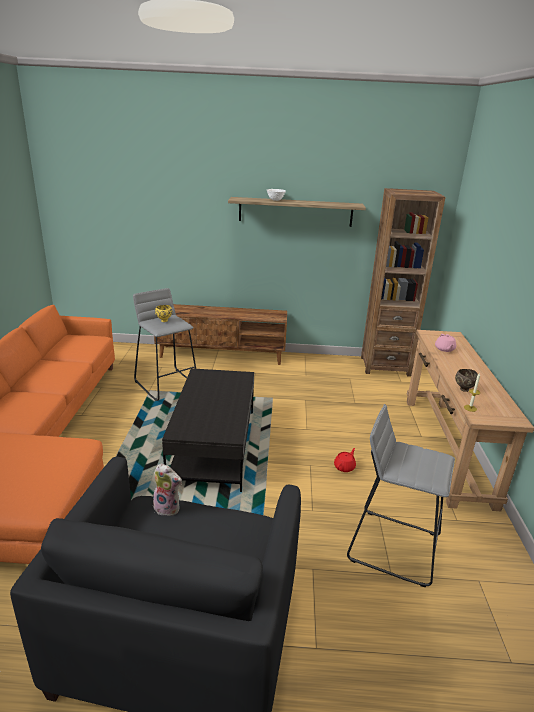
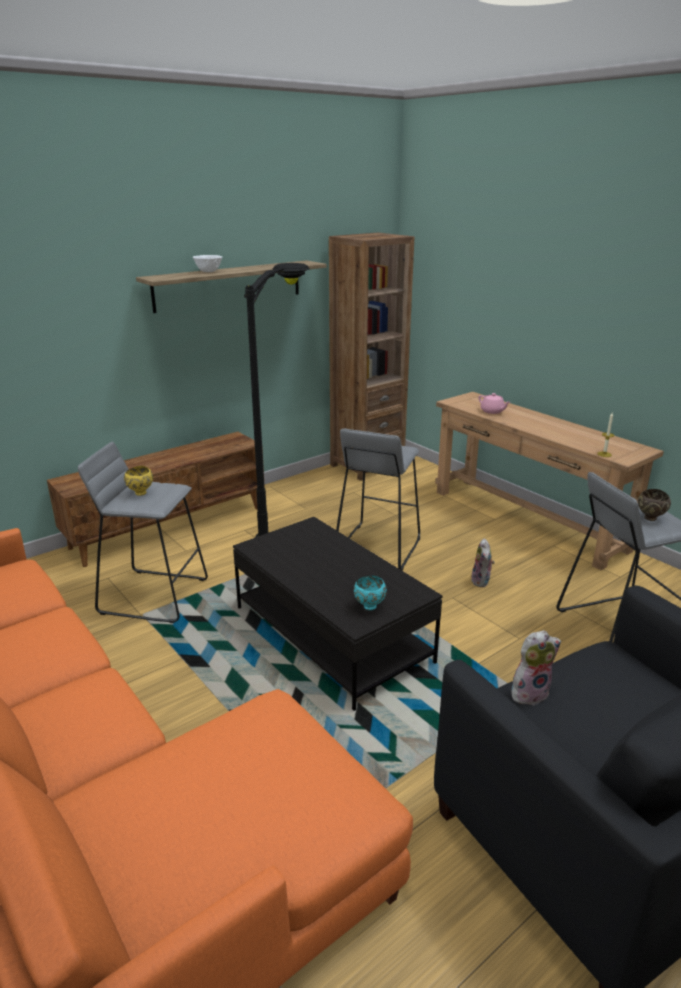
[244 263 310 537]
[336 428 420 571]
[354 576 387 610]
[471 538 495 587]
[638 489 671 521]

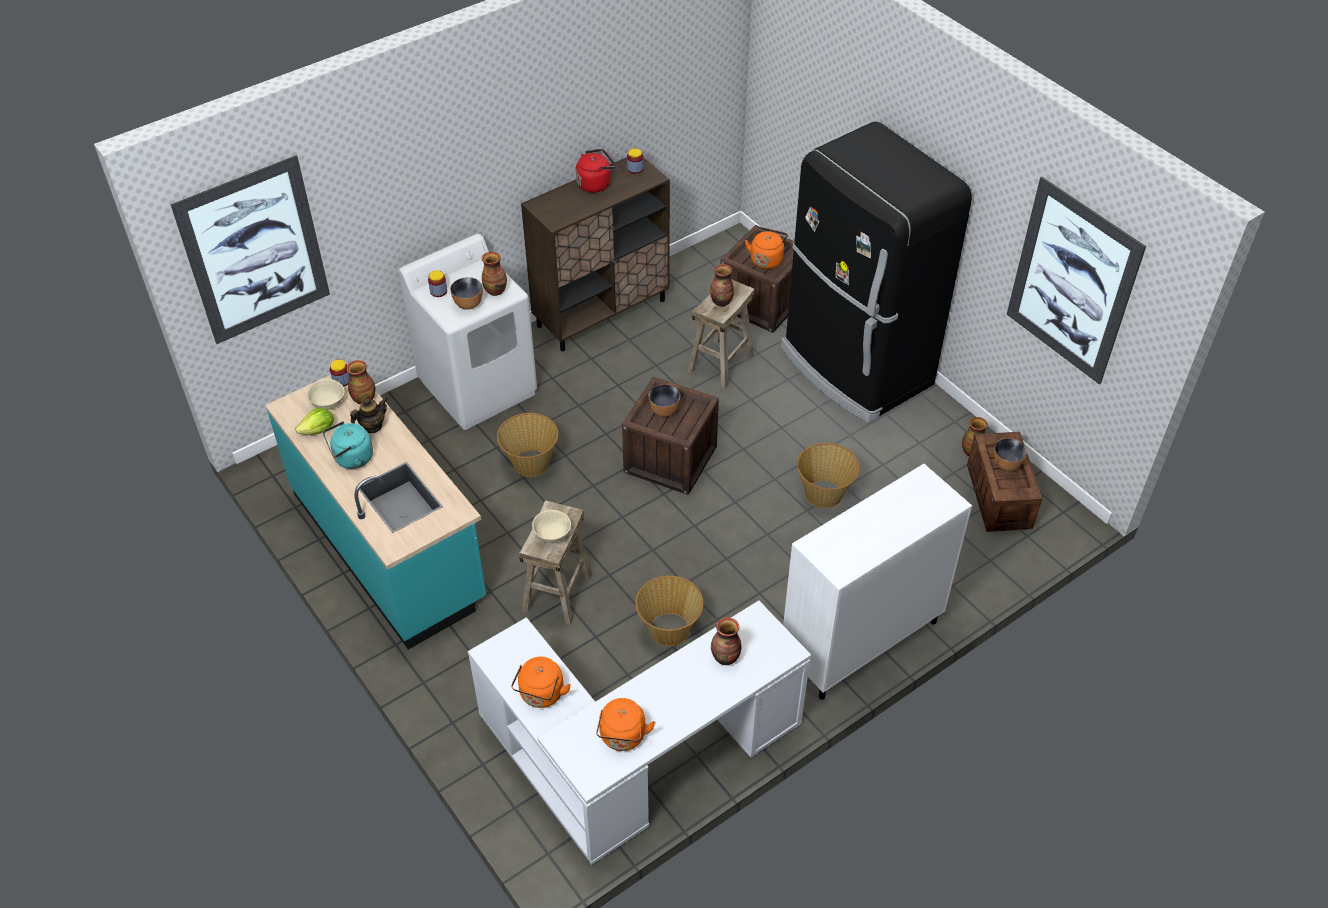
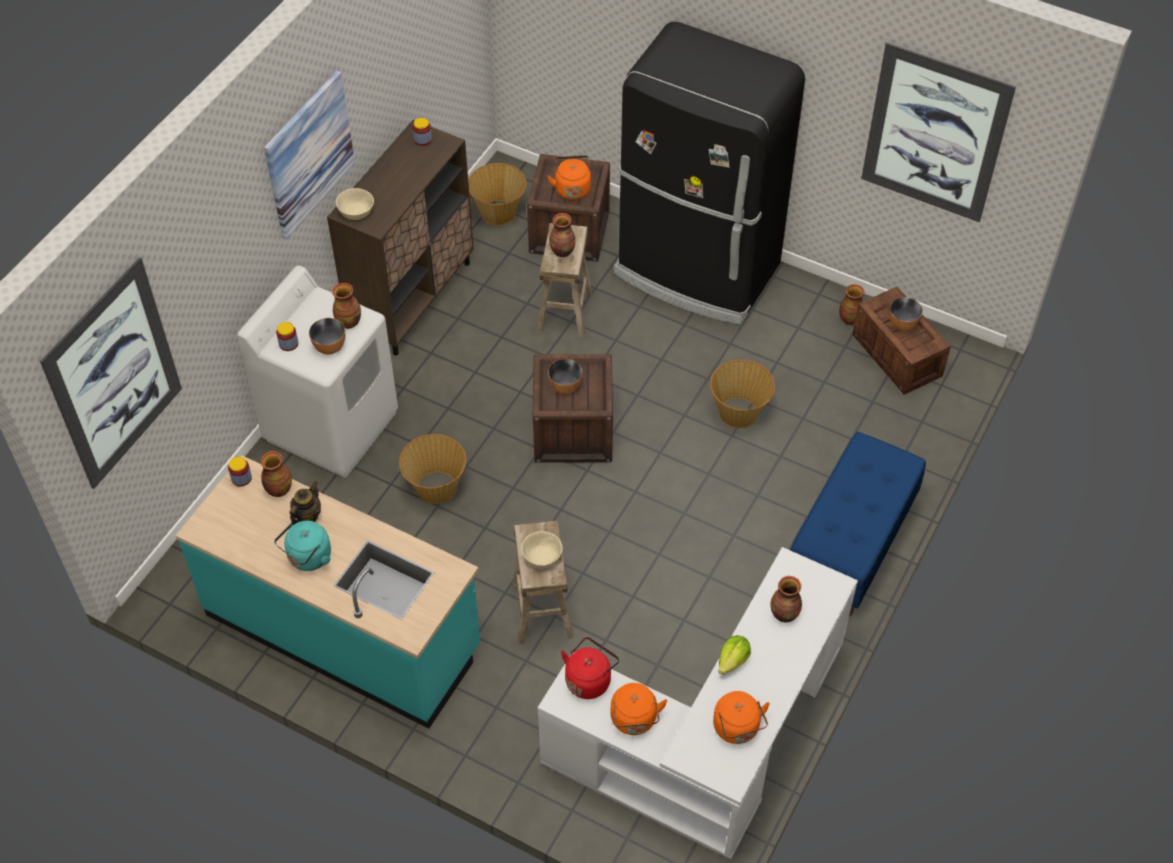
[264 71 355 239]
[336 188 374 220]
[468 163 527 225]
[561 637 619 699]
[718 635 751 675]
[790 432 926 616]

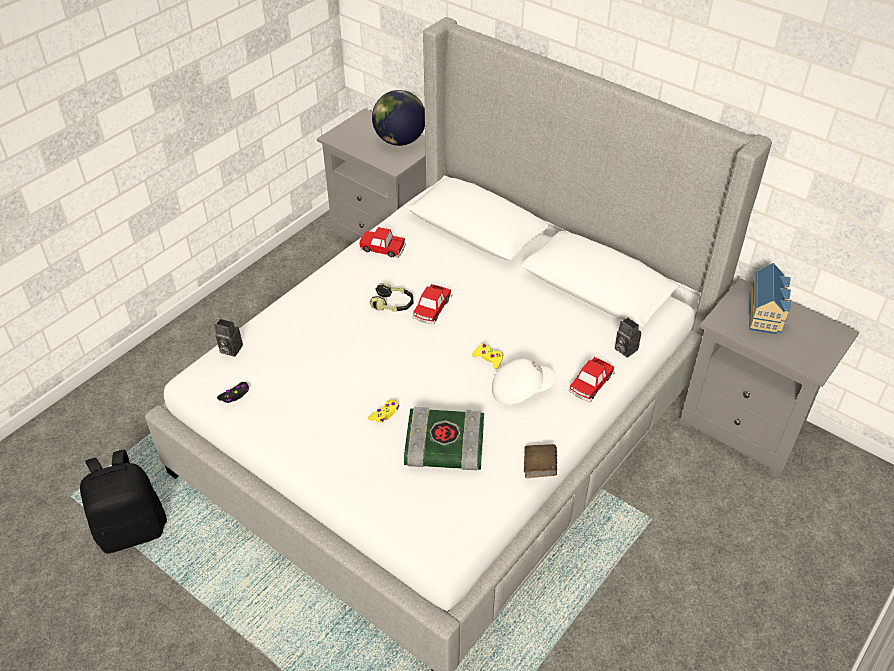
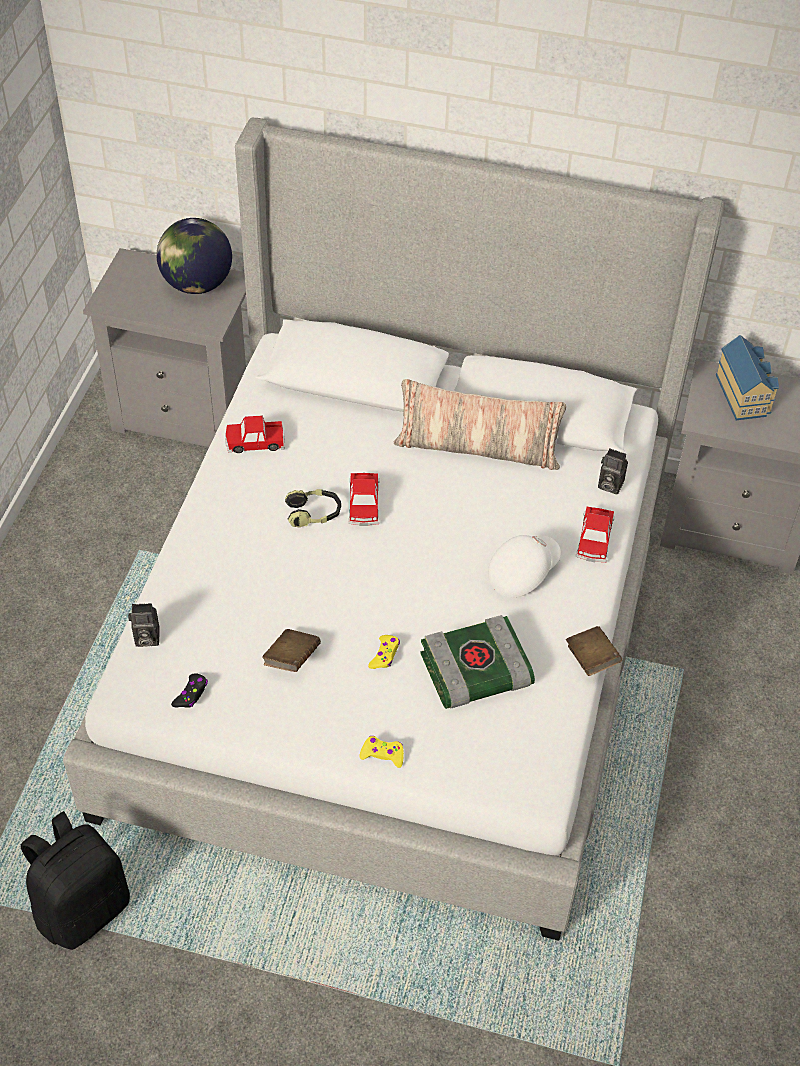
[262 629 321 672]
[360 736 404 768]
[394 379 566 470]

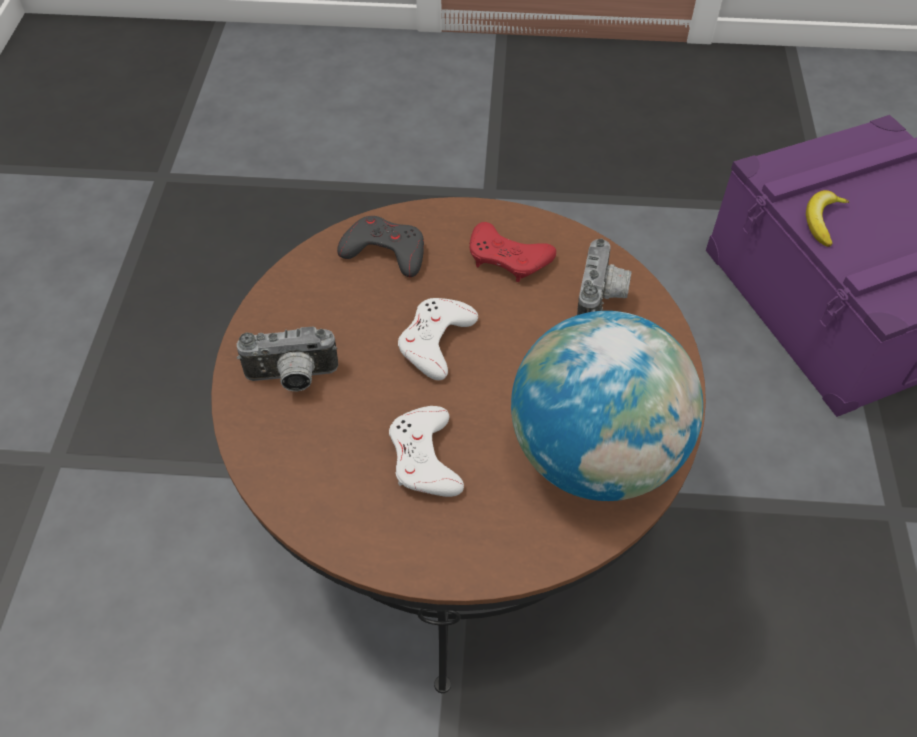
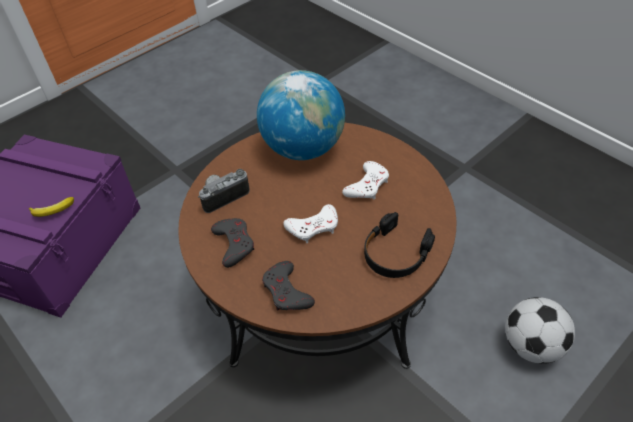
[211 218 254 268]
[364 212 435 278]
[505 297 575 364]

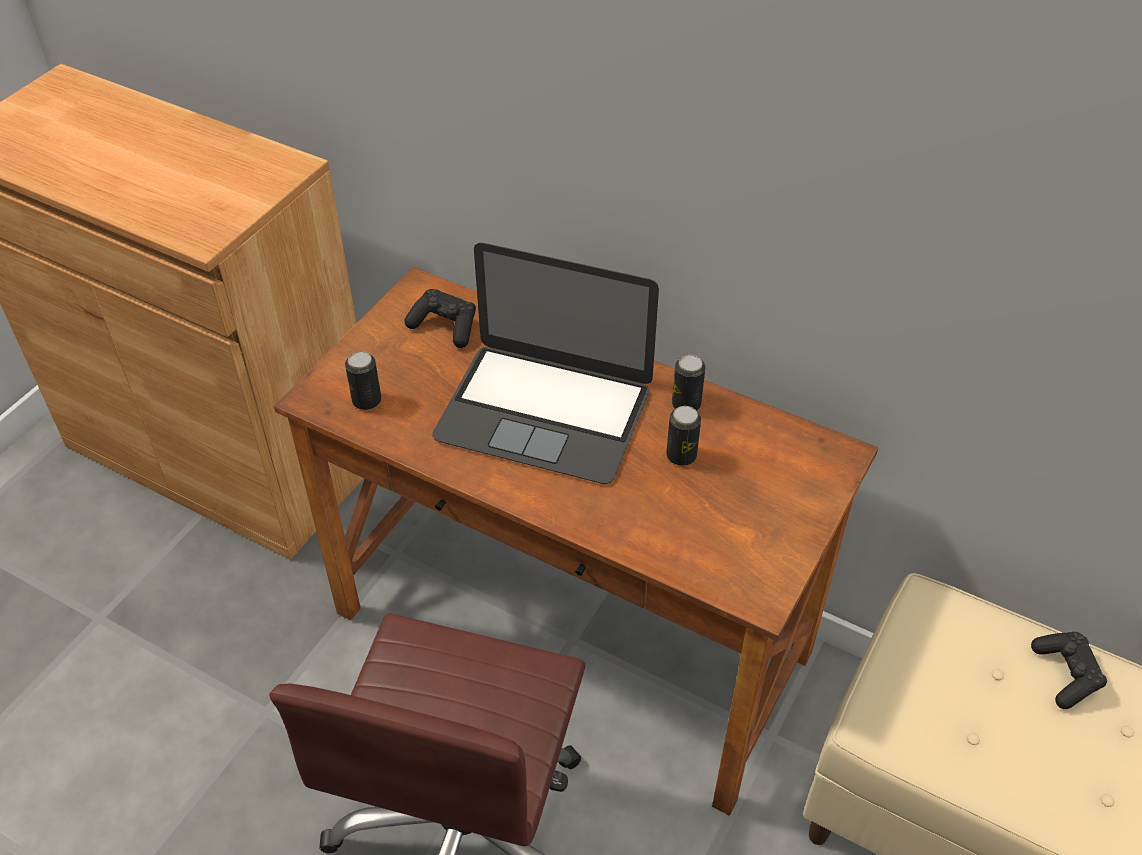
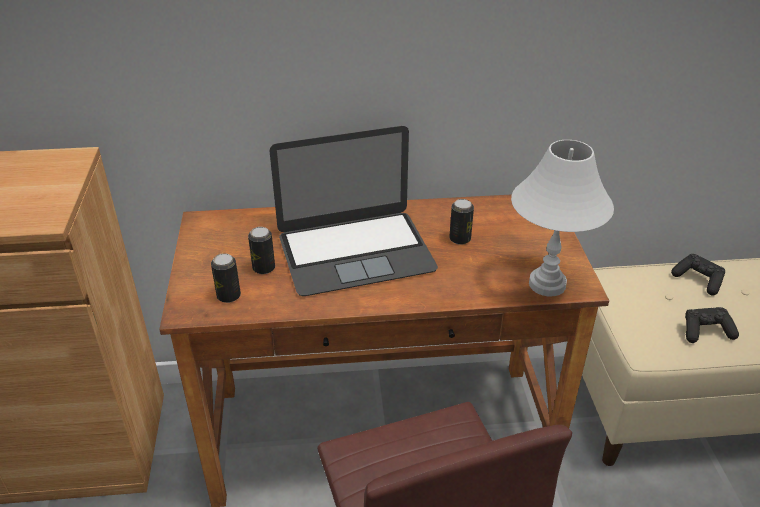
[248 227 275 274]
[511 140 614 297]
[685 307 739 343]

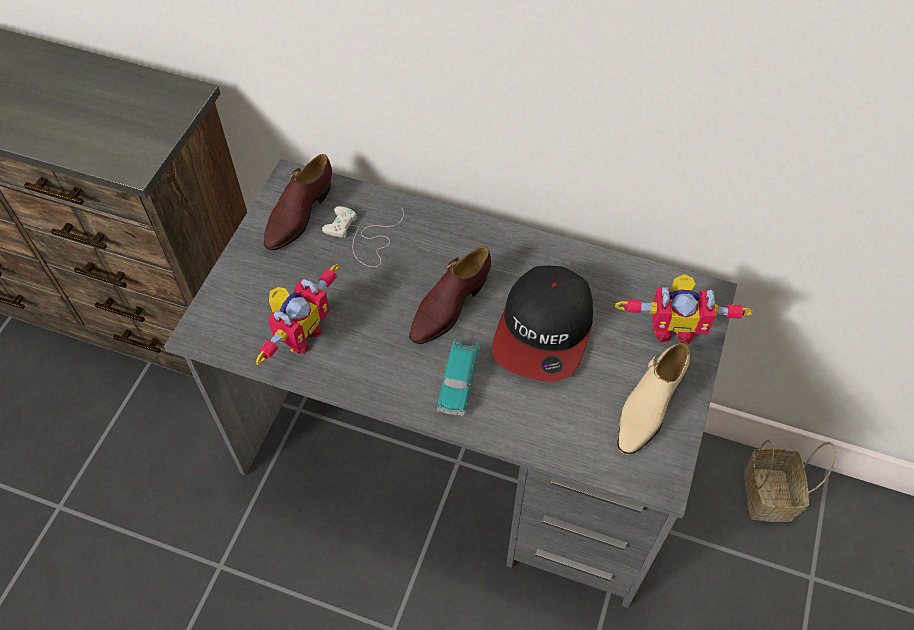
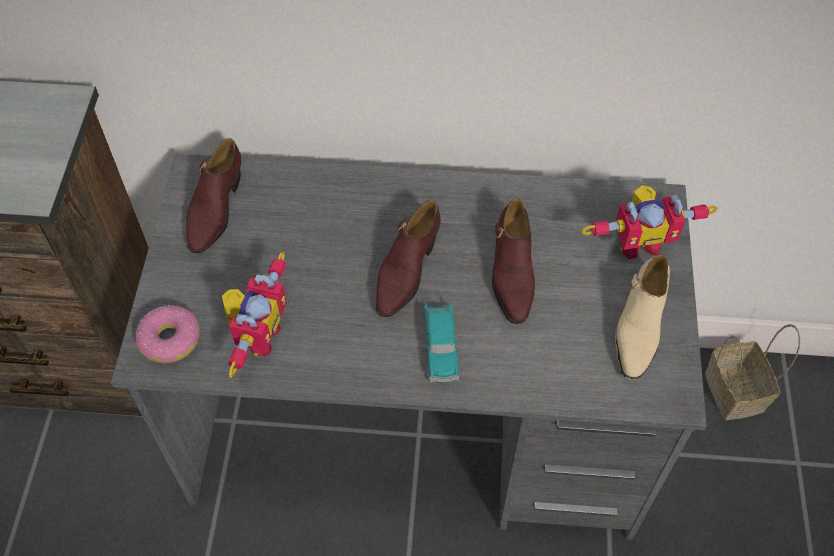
[135 305 200 363]
[492 199 535 324]
[322 206 404 267] (first image)

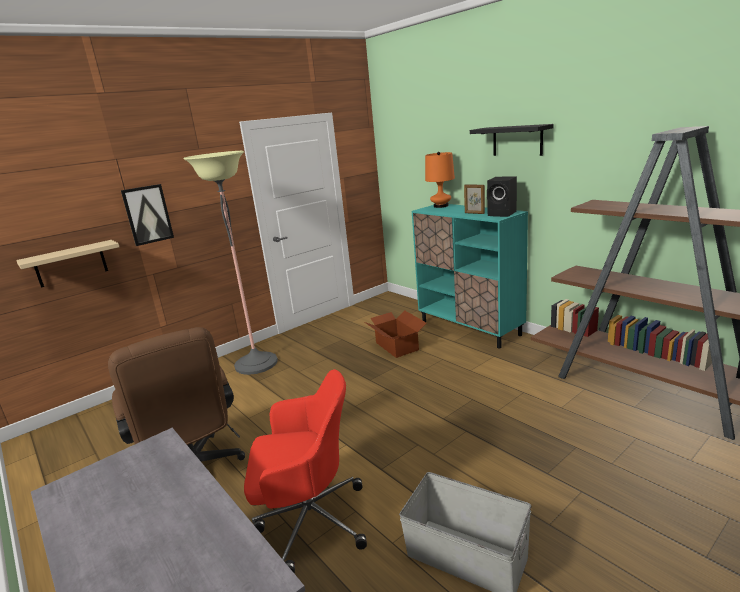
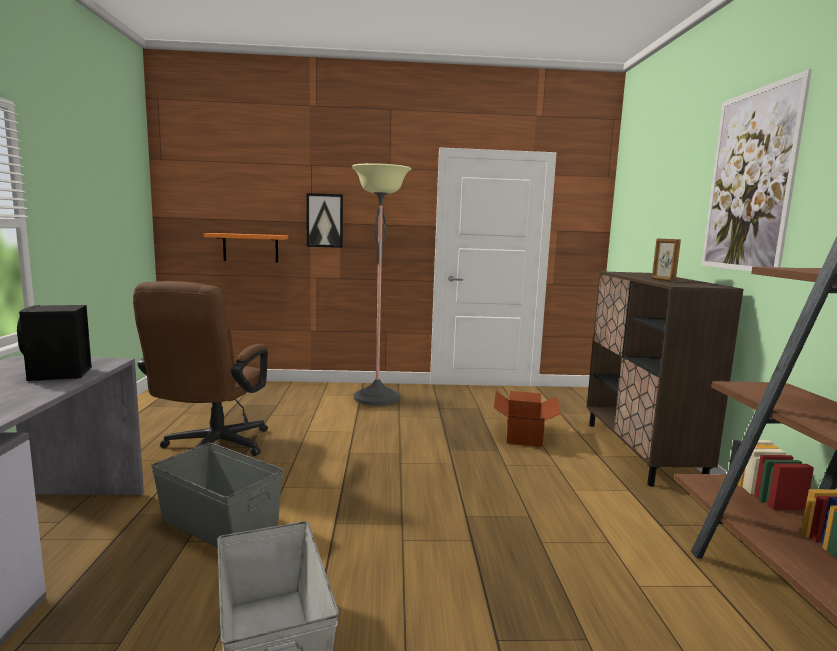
[17 305 92 381]
[151 443 283 548]
[204 233 288 262]
[587 271 744 486]
[701 69 812 272]
[425 152 455 208] (first image)

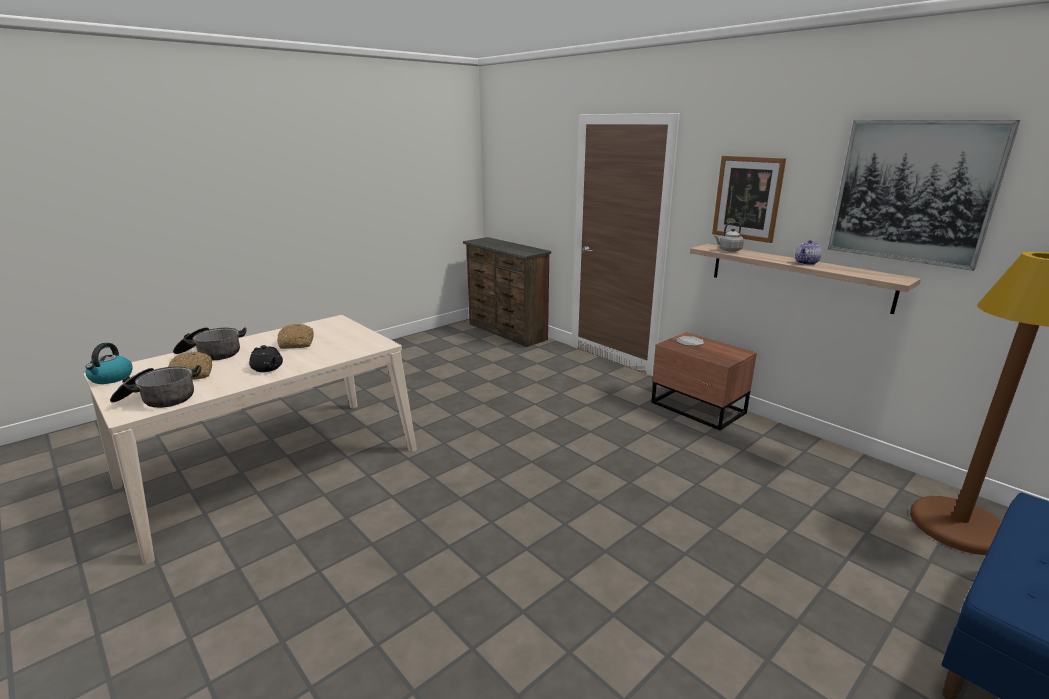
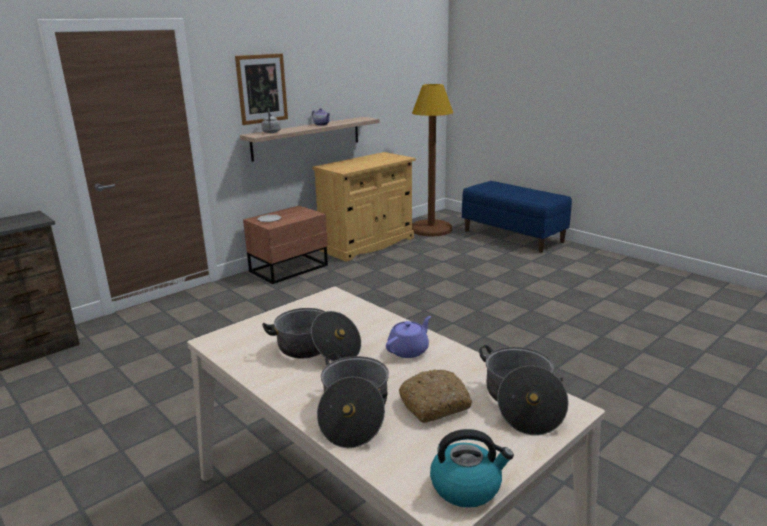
[262 308 361 362]
[312 152 416 262]
[386 316 431 358]
[828 120 1020 271] (first image)

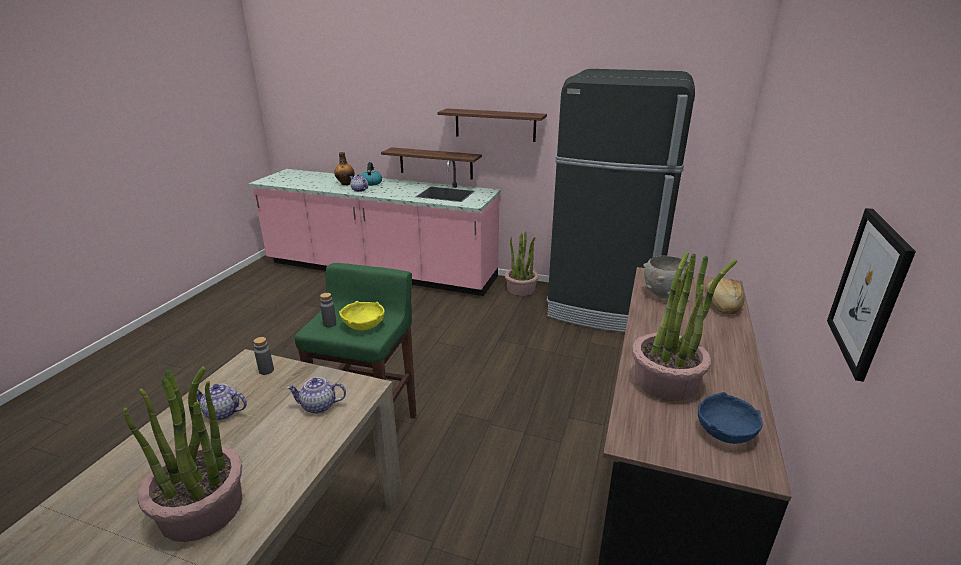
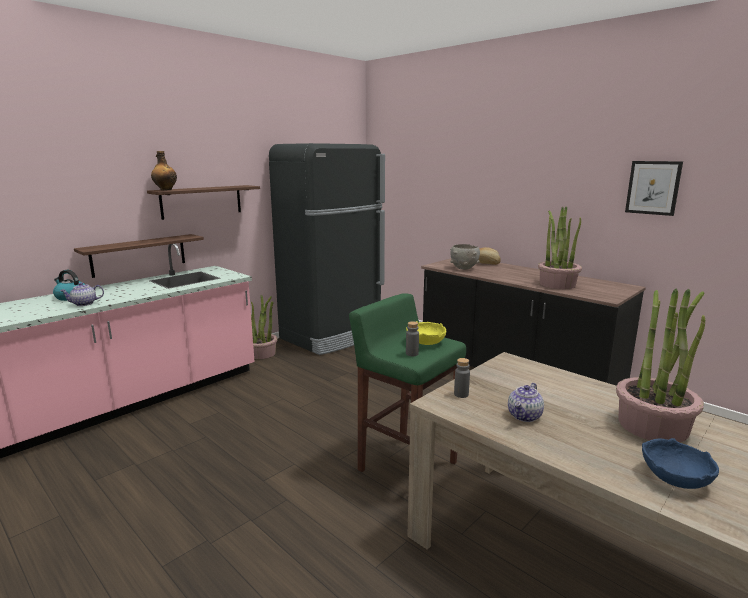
[151 151 177 190]
[642 438 719 489]
[286 377 346 414] (first image)

